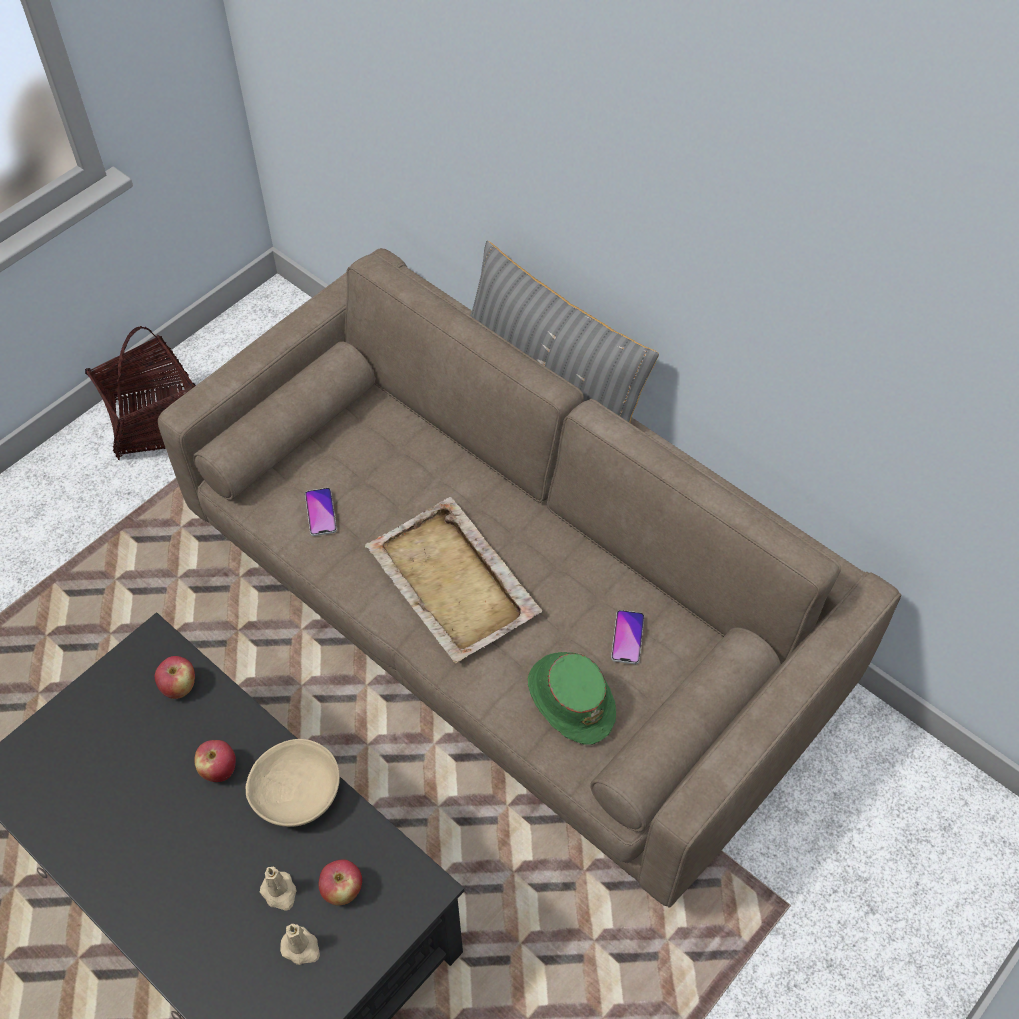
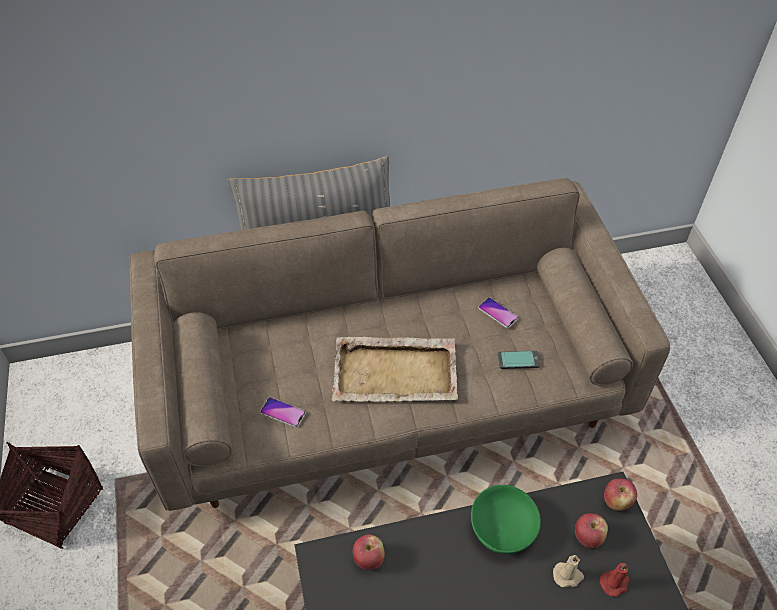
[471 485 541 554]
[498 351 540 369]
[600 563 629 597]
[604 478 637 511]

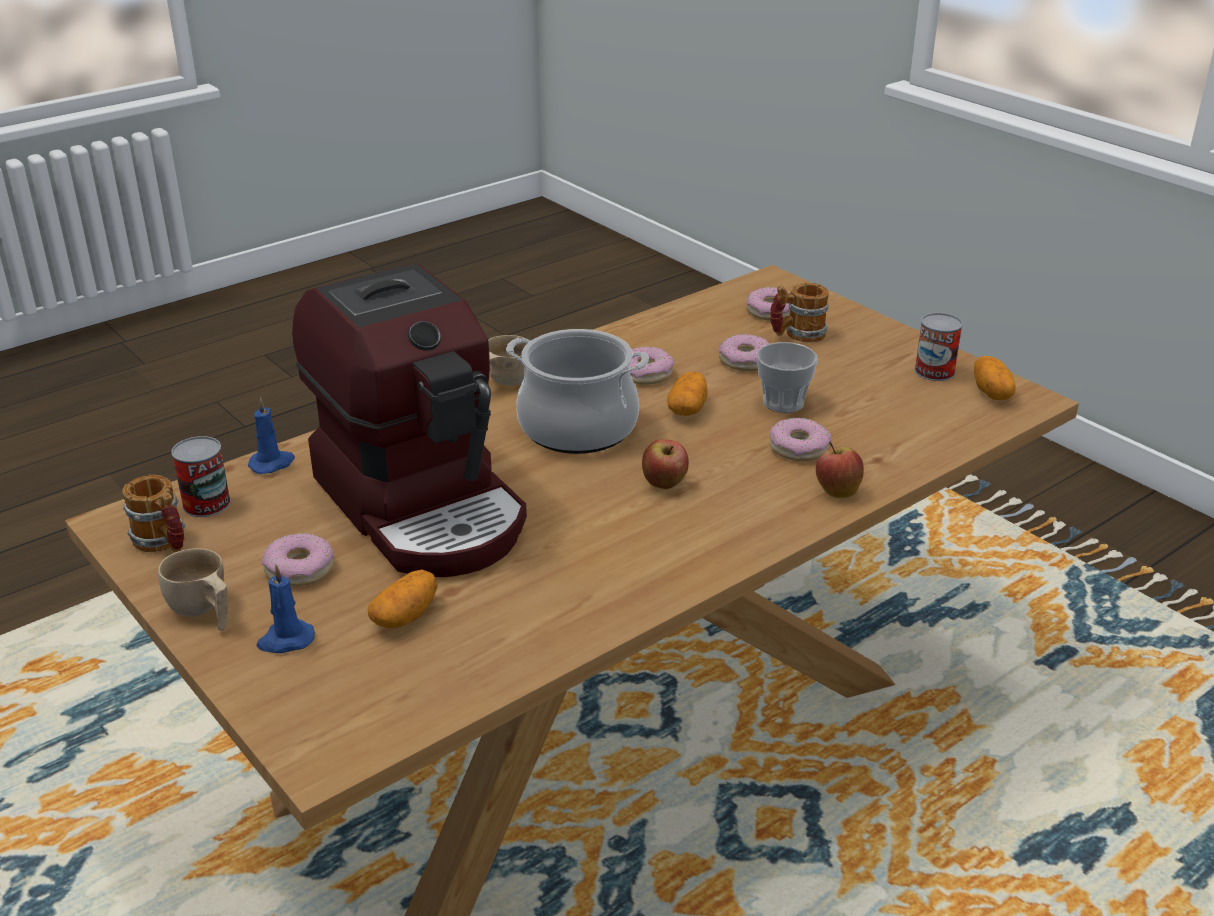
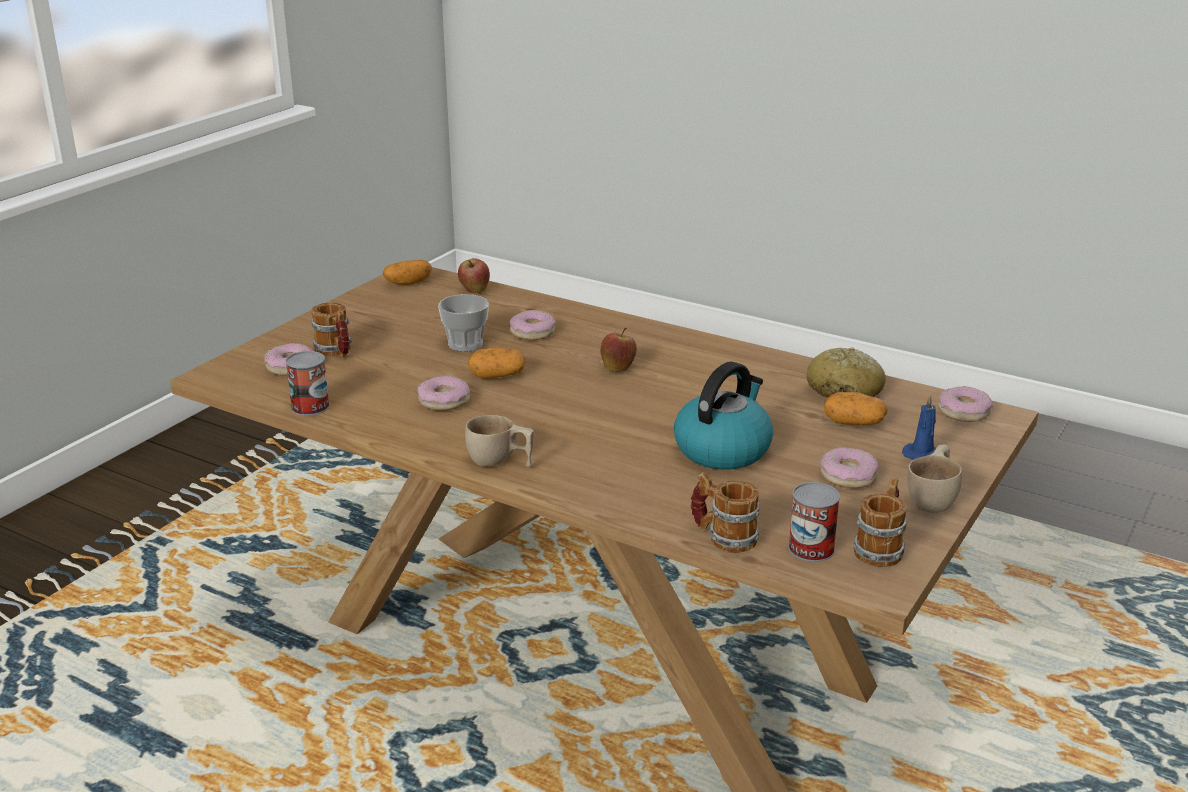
[285 351 330 416]
[458 258 490 293]
[674 362 774 469]
[691 472 759 553]
[807 348 886 397]
[938 386 993 422]
[506 329 649 454] (first image)

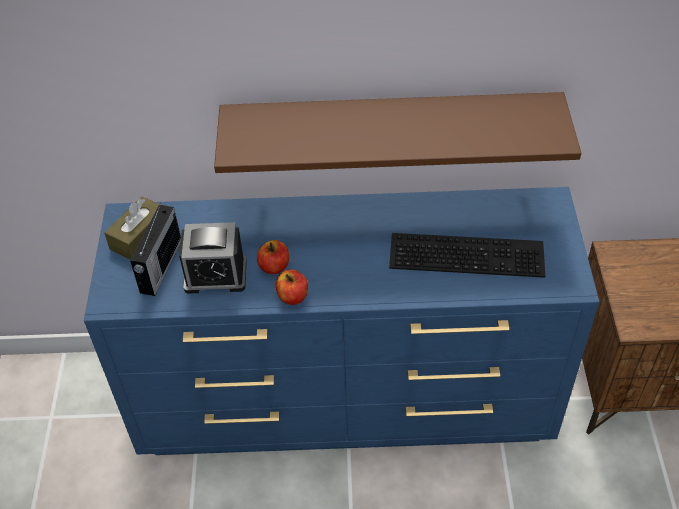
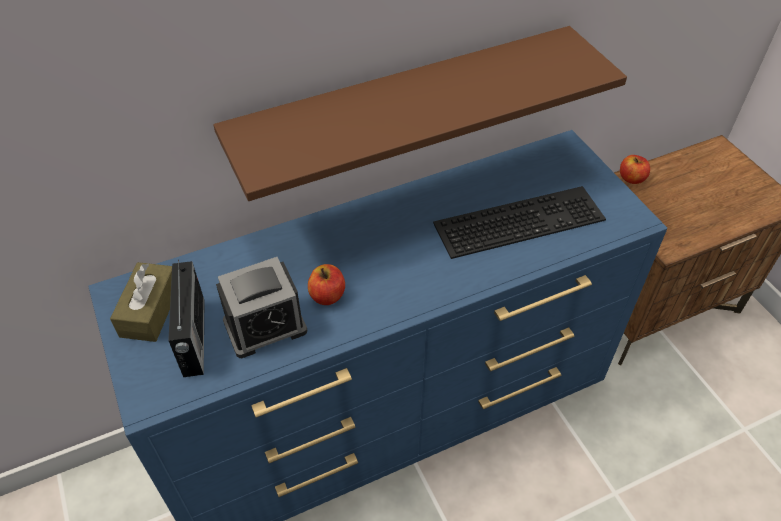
[620 155 650 184]

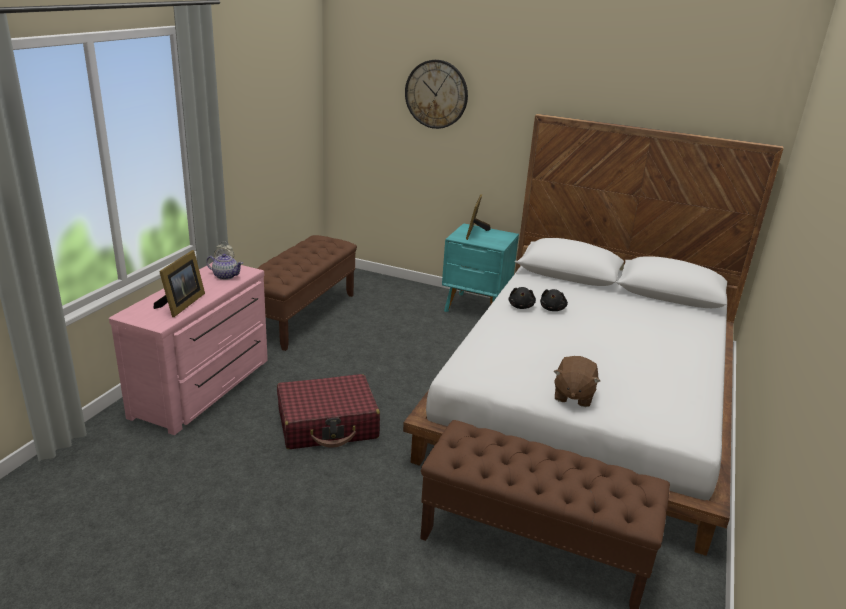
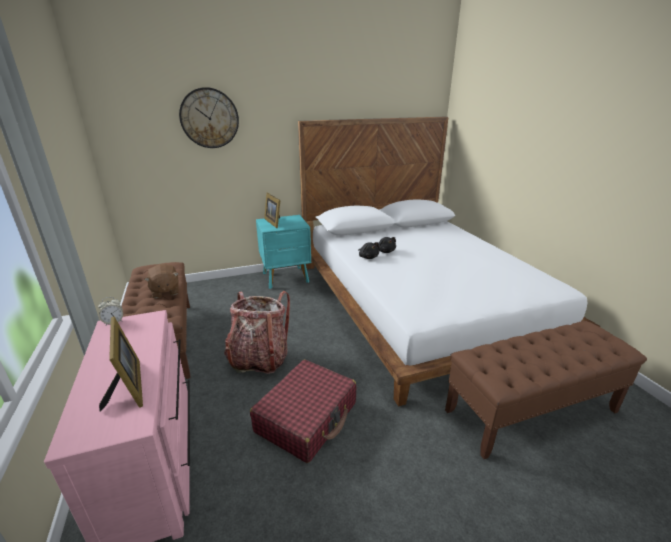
[144 264 179 298]
[224 291 290 374]
[206 254 243 280] (first image)

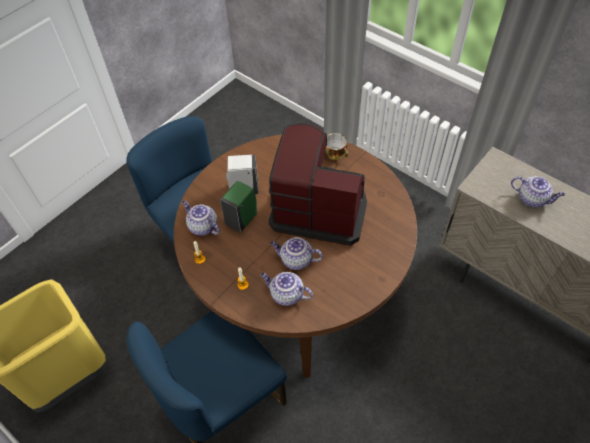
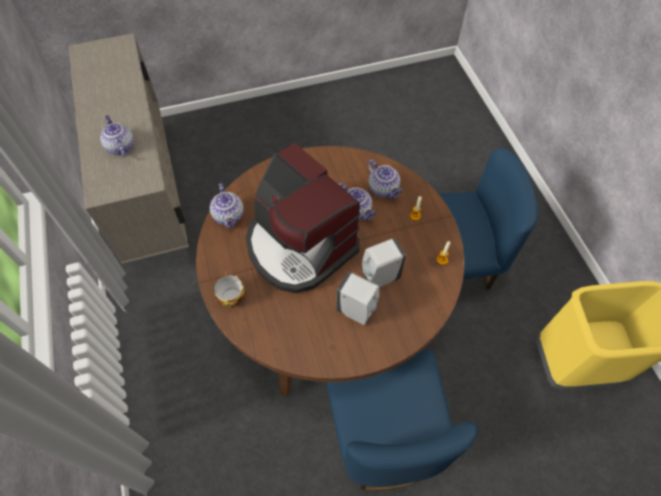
[210 183 244 228]
[362 238 406 288]

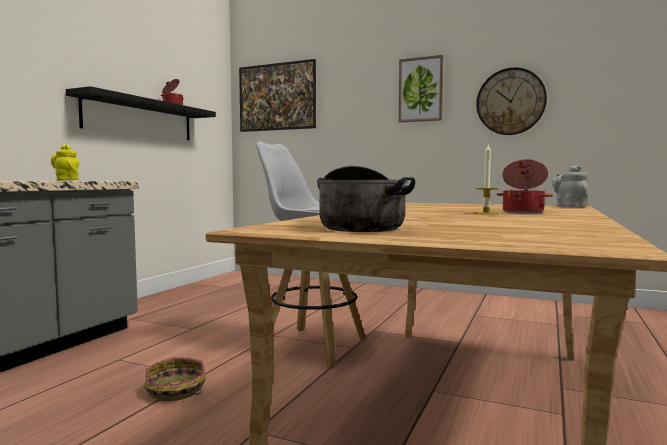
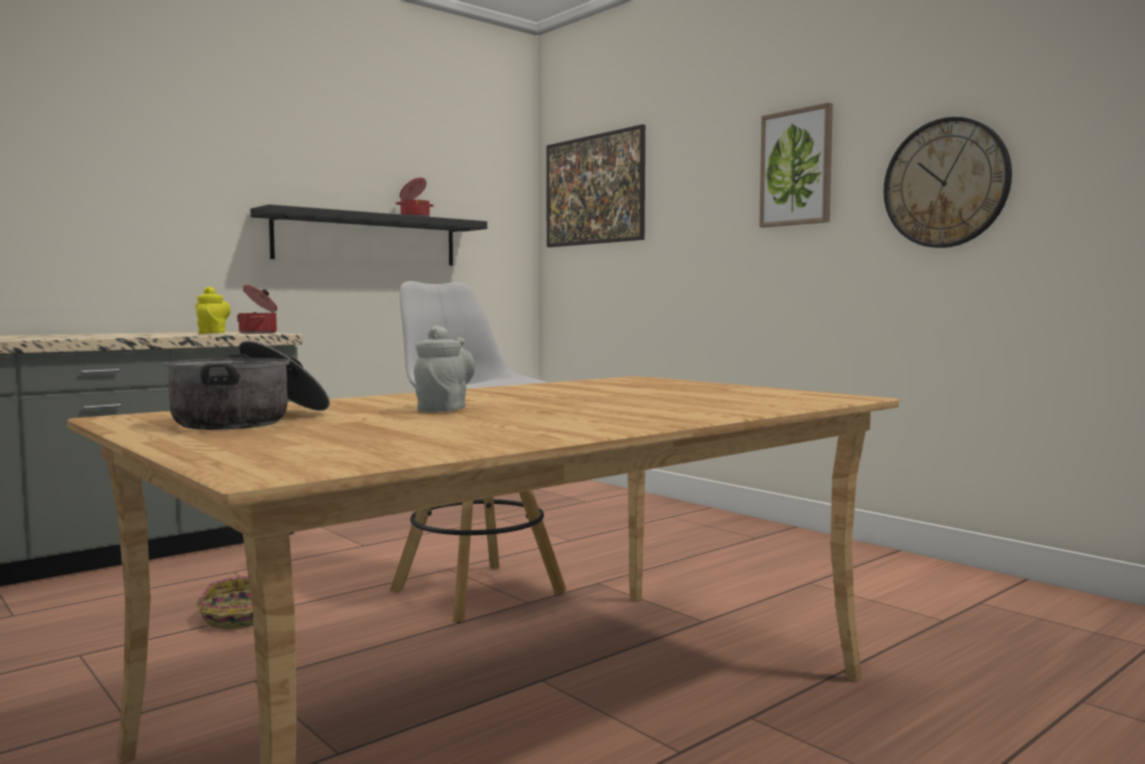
[237 285 277 334]
[414 325 475 412]
[473 145 500 215] (first image)

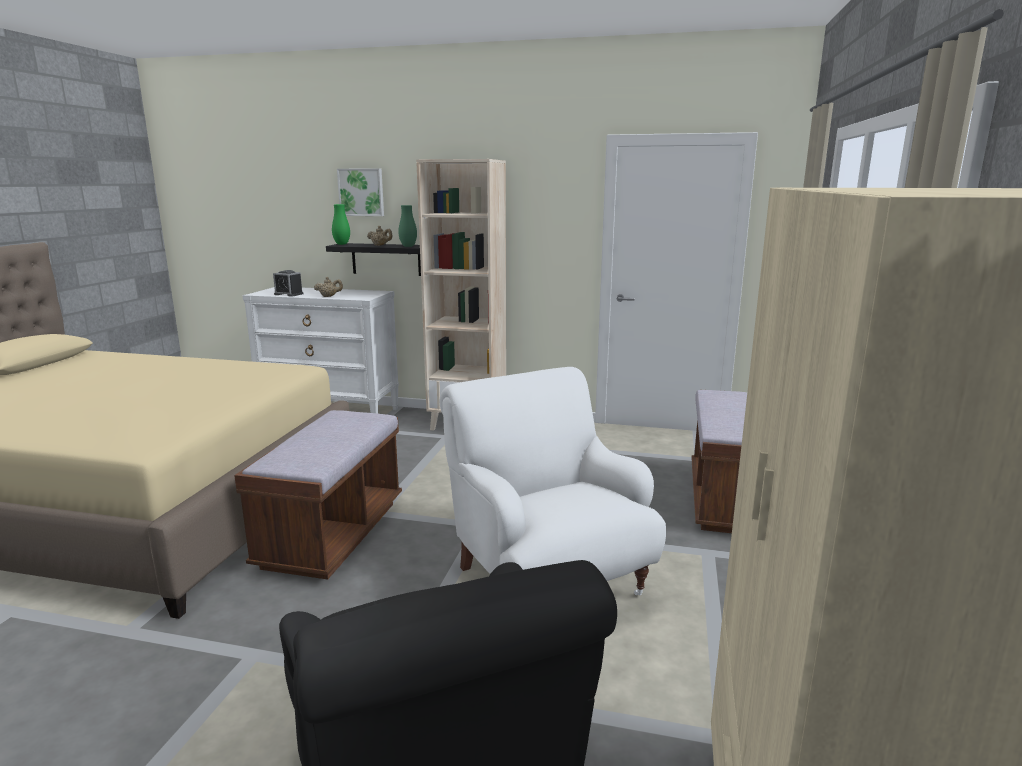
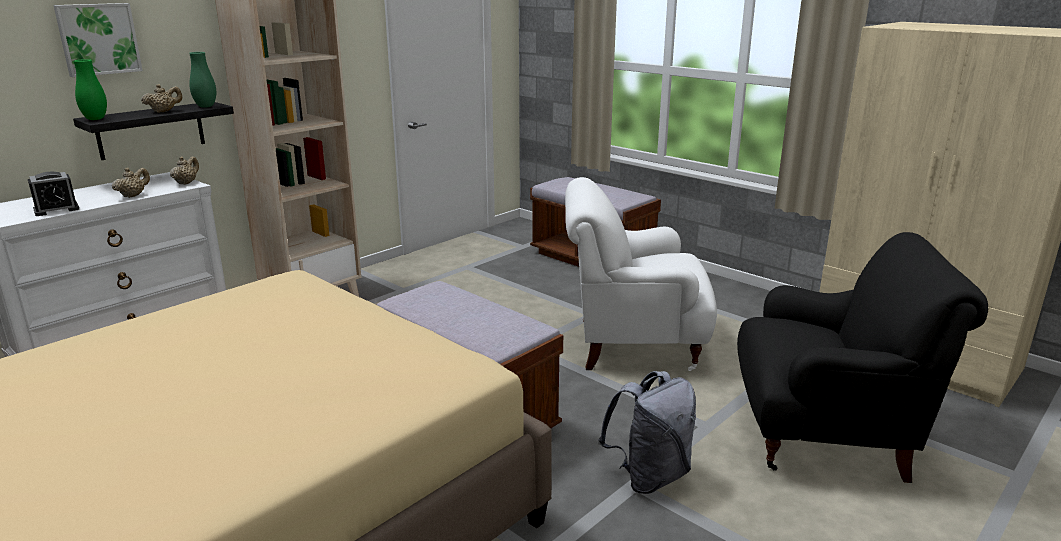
[170 156 199 185]
[598 371 696 494]

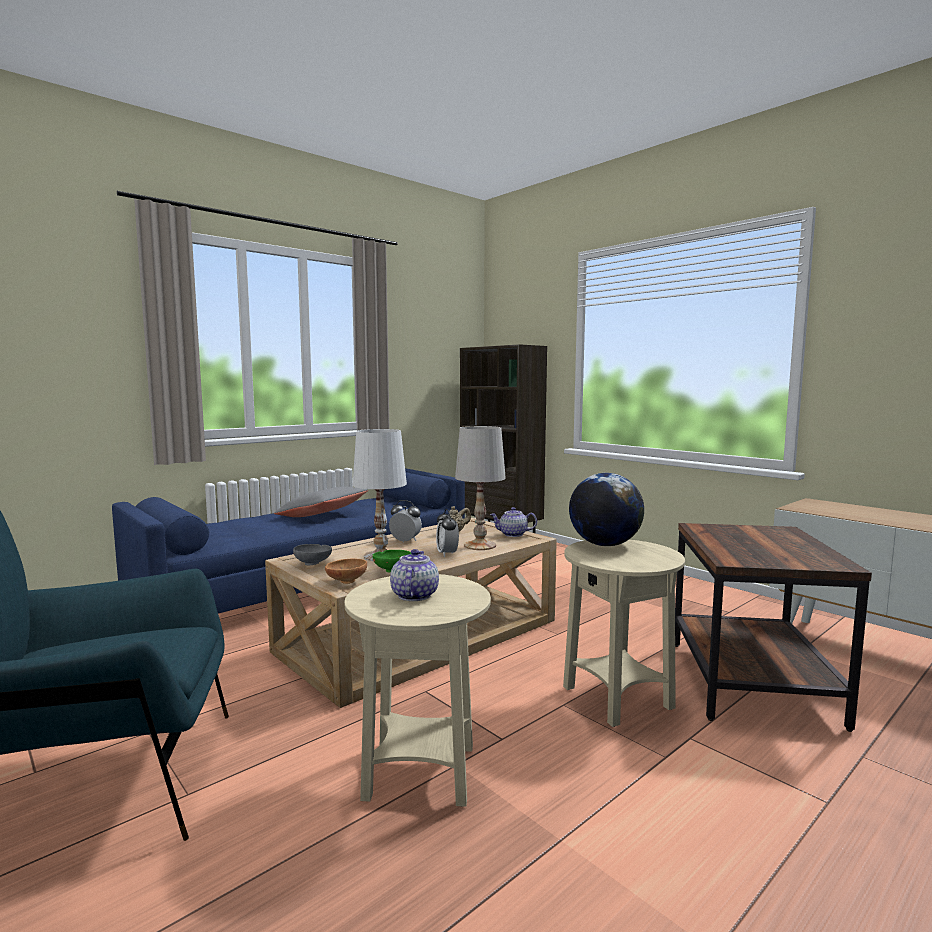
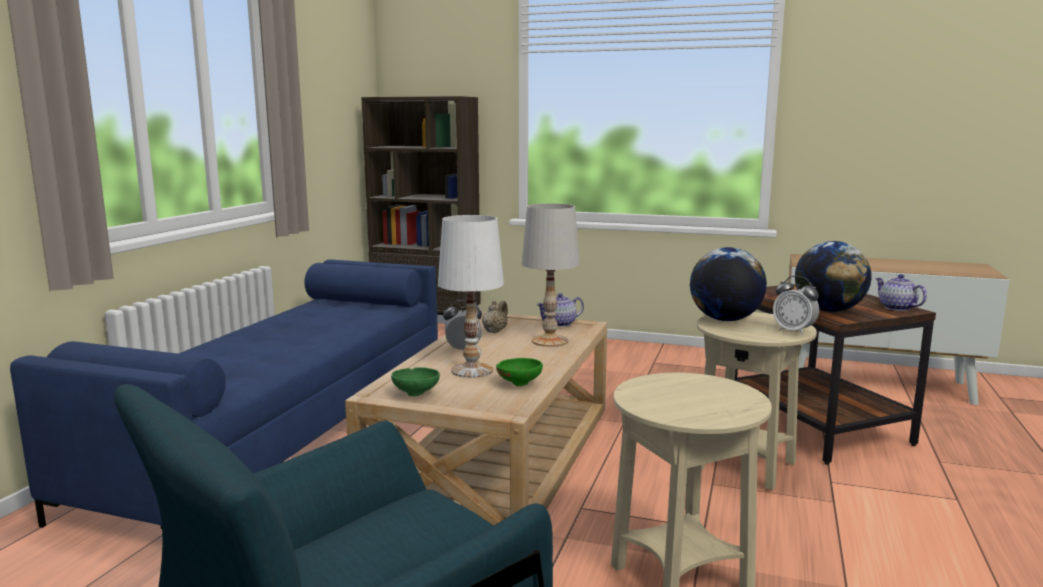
[391 367 440 396]
[773 276 819 335]
[795 241 872 312]
[875 274 927 311]
[274 486 368 517] (first image)
[325 558 367 584] (first image)

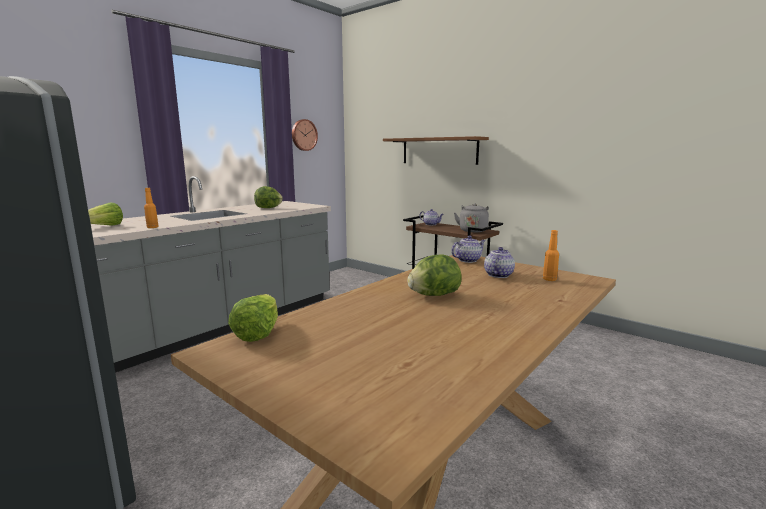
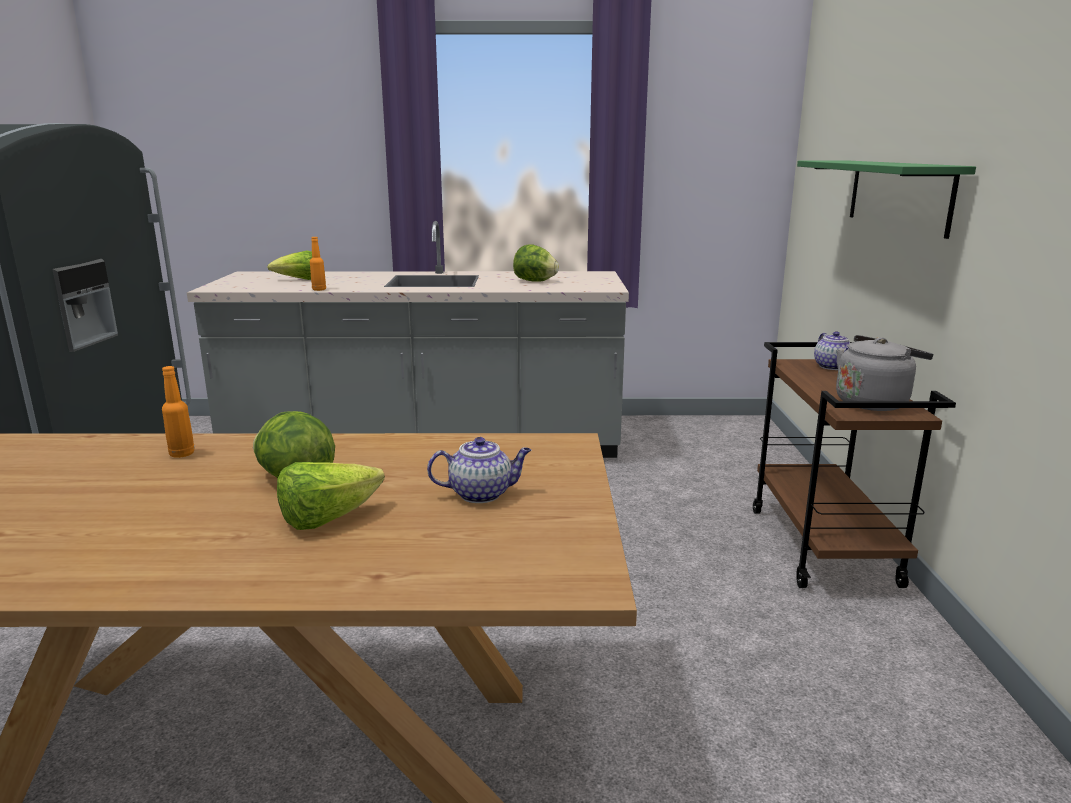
[162 366 195 458]
[277 462 385 530]
[797 161 976 239]
[292 119 318 151] (first image)
[451 235 486 263] (first image)

